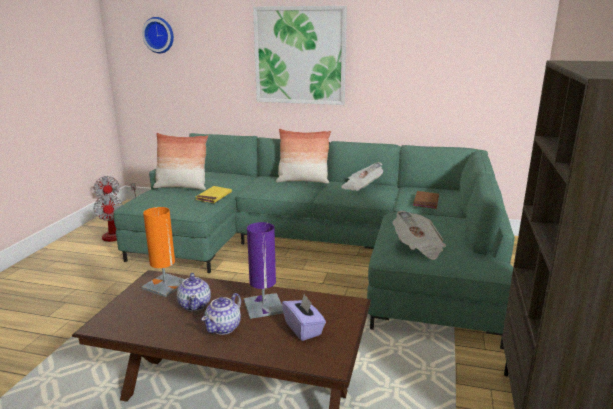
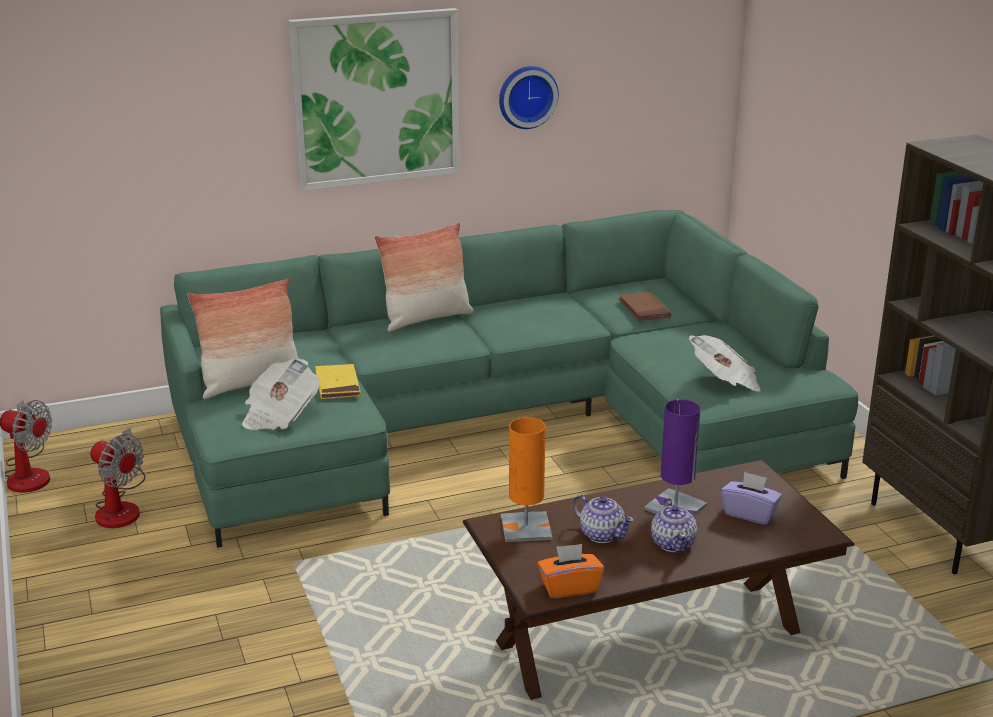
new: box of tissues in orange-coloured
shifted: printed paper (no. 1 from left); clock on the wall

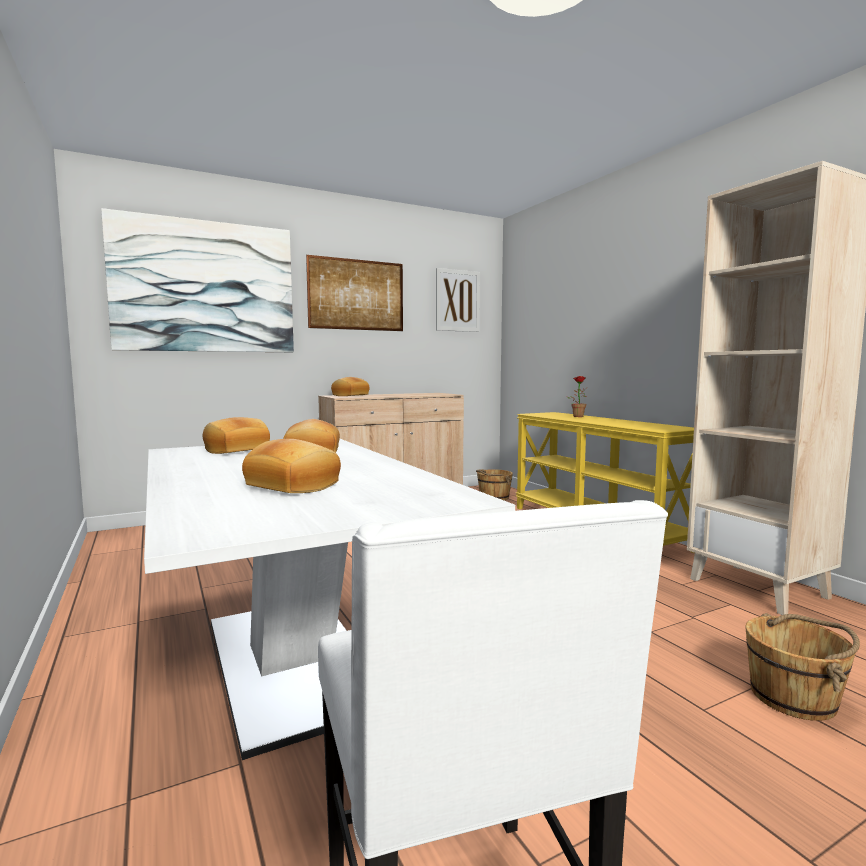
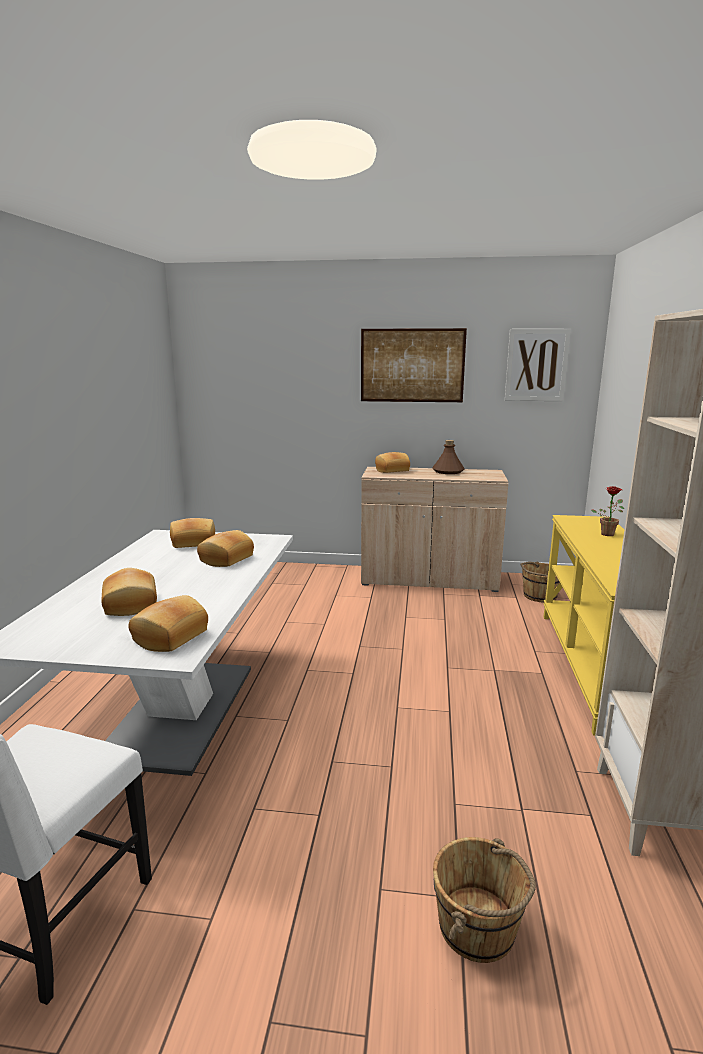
gone: wall art (no. 1 from left)
new: bread (no. 2 from left); beverage bottle in brownish

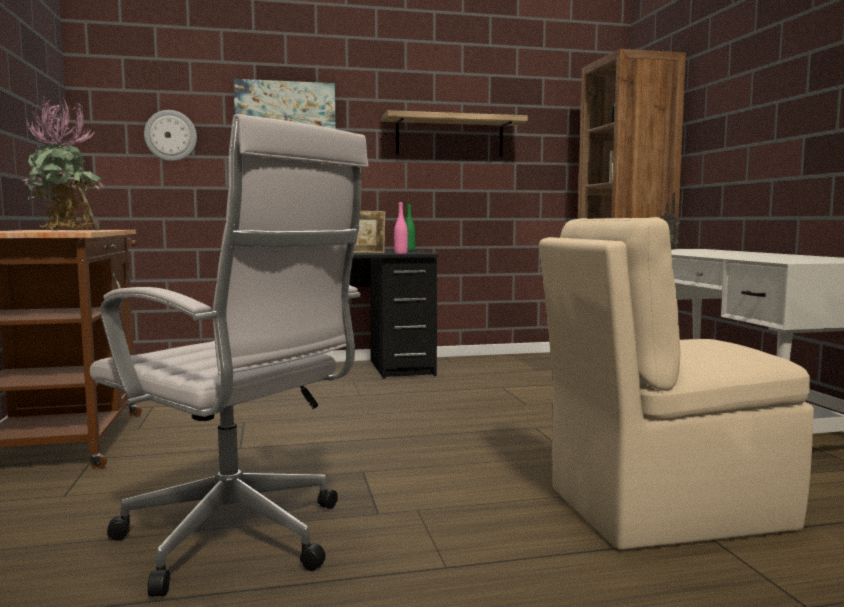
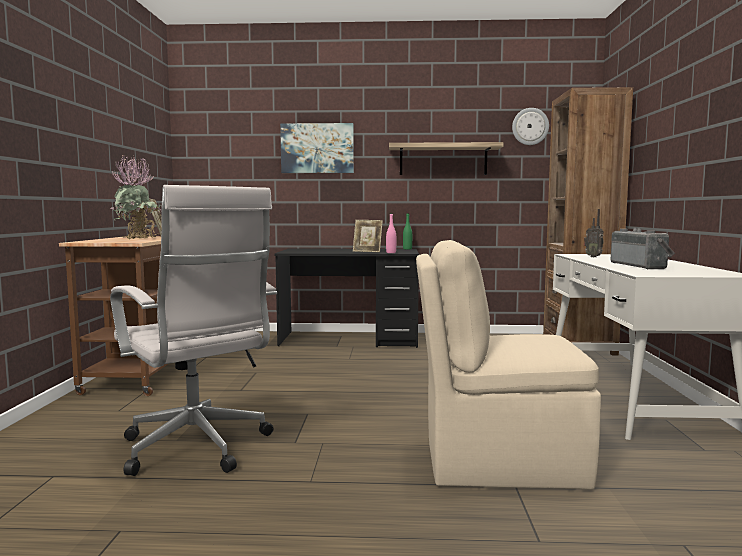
new: radio (no. 2 from left)
shifted: clock on the wall

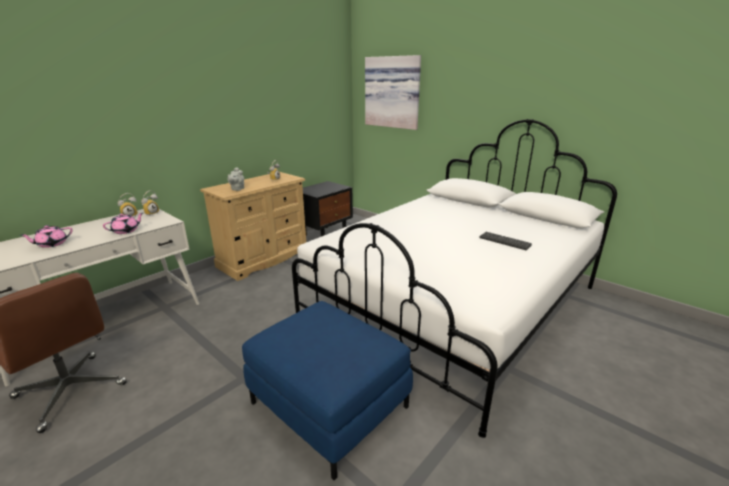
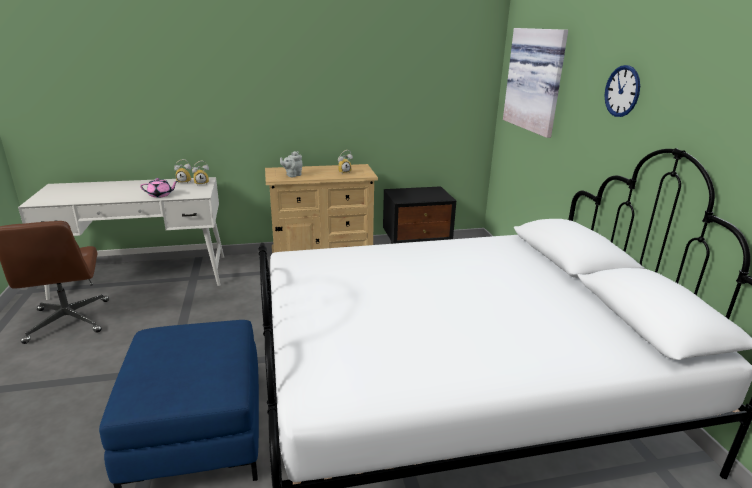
gone: teapot in pink-coloured (no. 1 from left); keyboard
new: clock on the wall

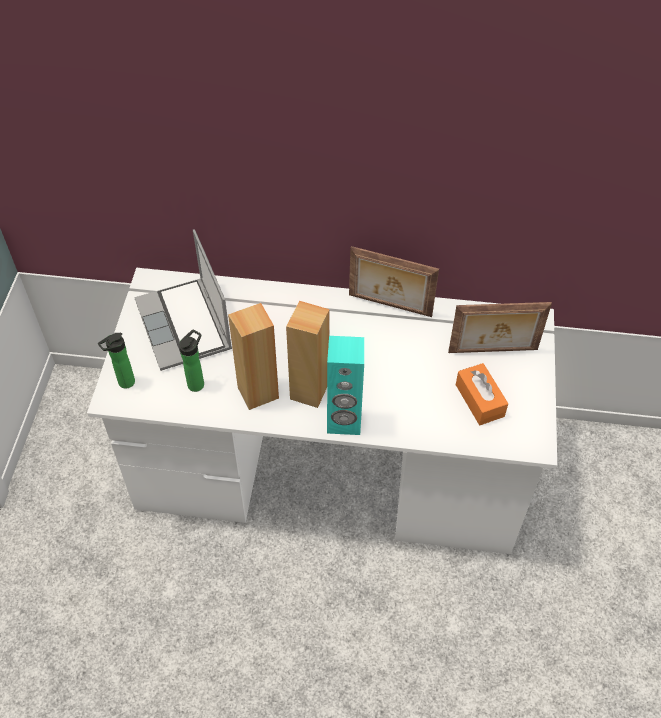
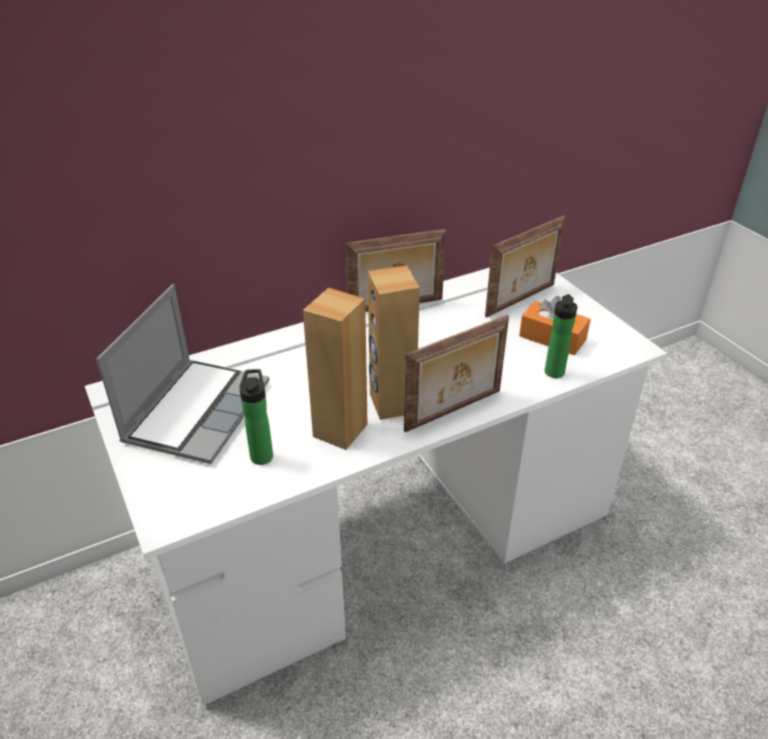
shifted: beverage bottle (no. 1 from left in the first image) to beverage bottle (no. 2 from left)
swapped: audio speaker in turquoise to standing frame (no. 2 from left)
rotated: notebook computer 105 degrees counterclockwise

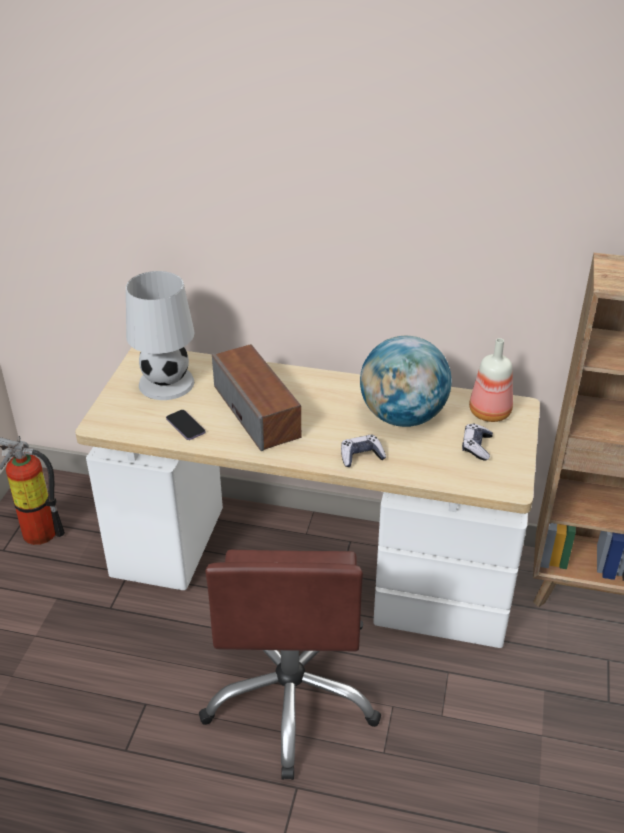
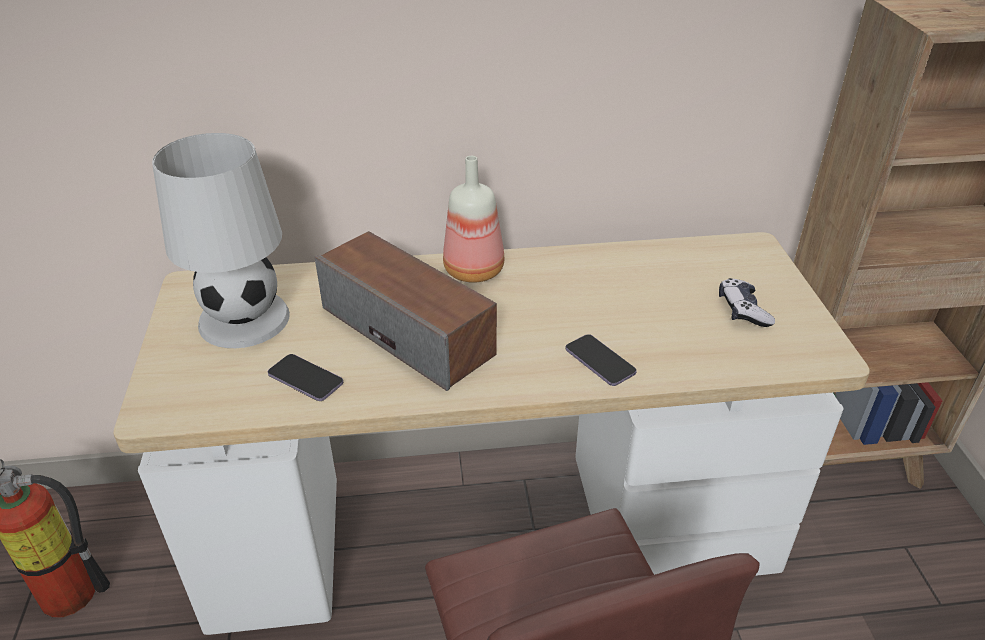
gone: world globe
shifted: beverage bottle
swapped: game controller (no. 1 from left) to phone (no. 2 from left)

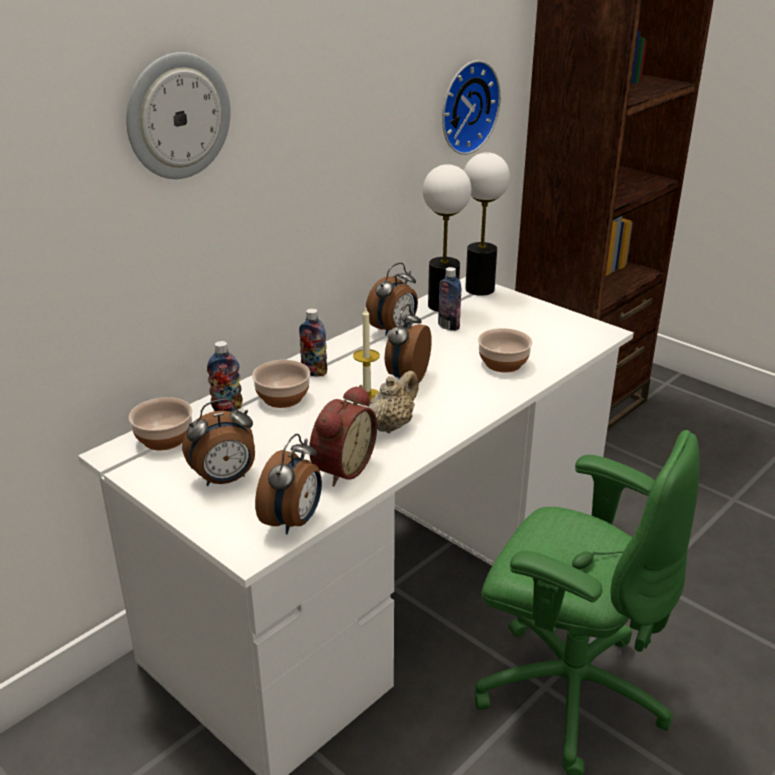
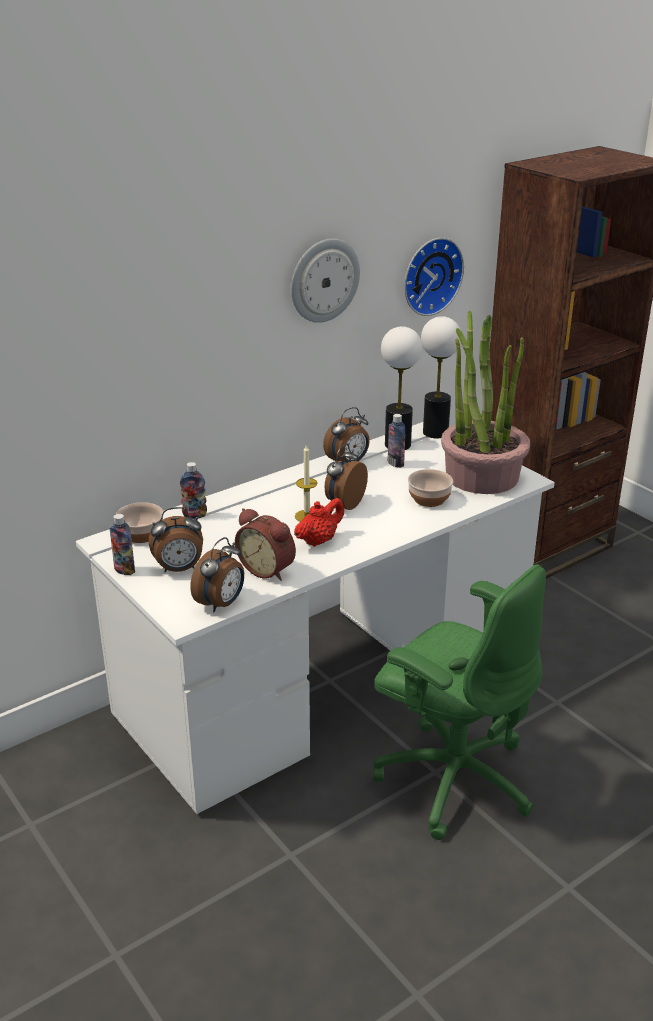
gone: serving bowl (no. 2 from left)
new: potted plant
shifted: beverage bottle (no. 2 from left in the first image) to beverage bottle (no. 1 from left); clock on the wall (no. 1 from left)
repainted: teapot in beige-coloured to teapot in reddish
rotated: bedside clock (no. 3 from left) 90 degrees clockwise

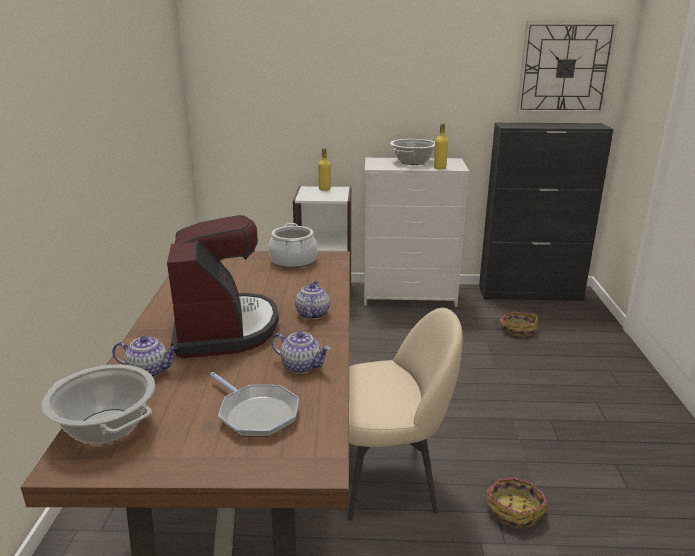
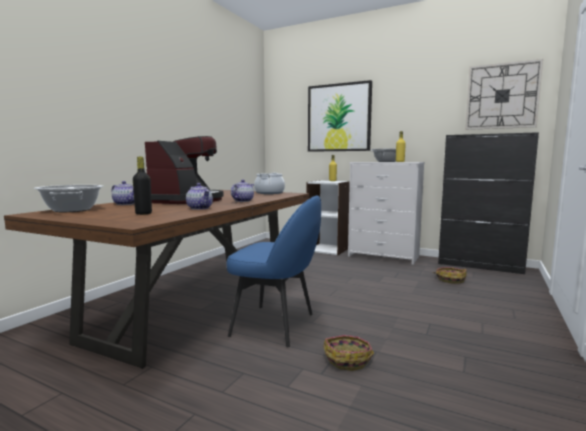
new: wall art
swapped: skillet to beverage bottle in blackish
repainted: upright chair in beige-coloured to upright chair in bluish

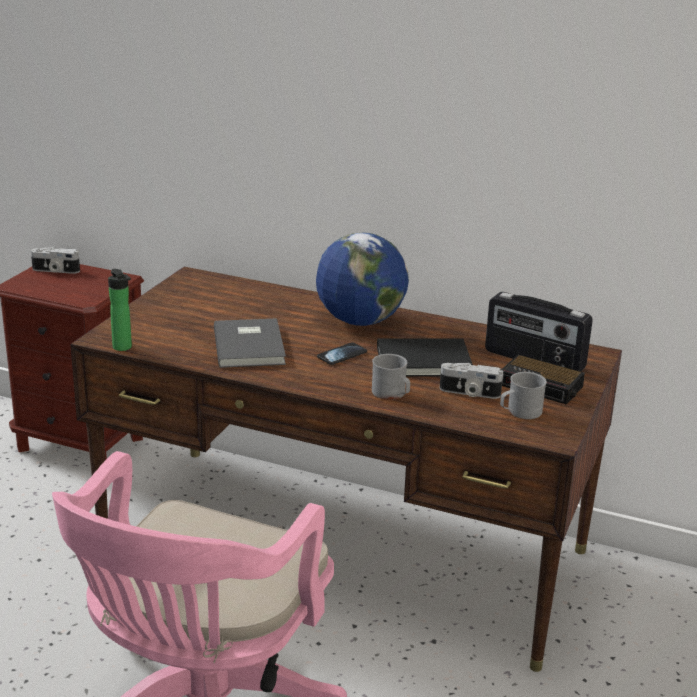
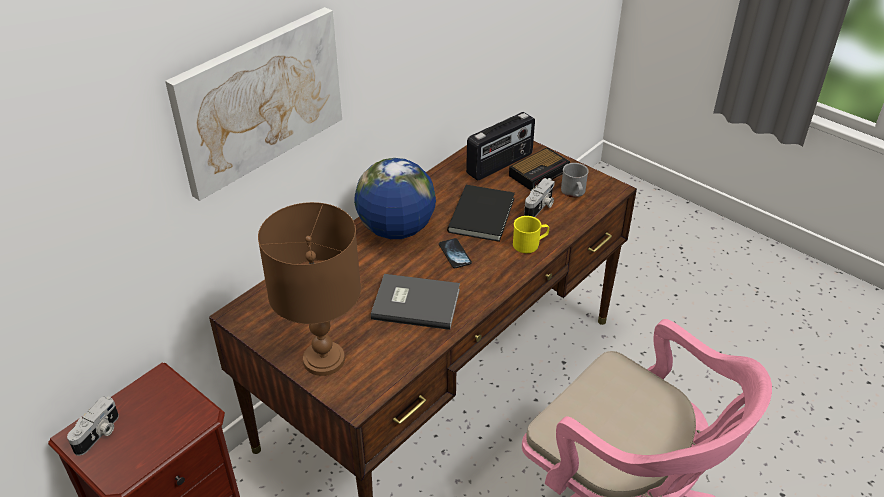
gone: beverage bottle
new: wall art; table lamp in brownish
repainted: mug in grey (no. 1 from left) to mug in yellow-coloured

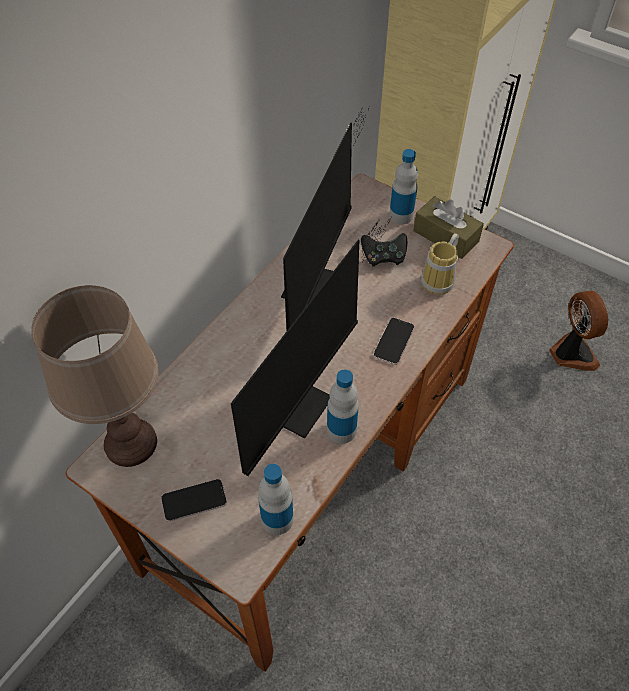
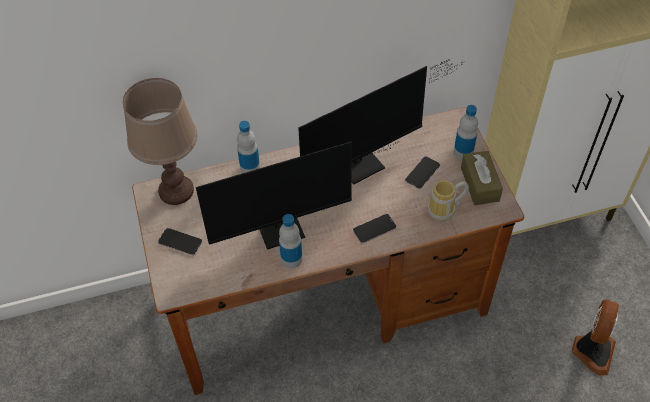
shifted: beverage bottle (no. 1 from left)
swapped: game controller in blackish to phone (no. 3 from left)

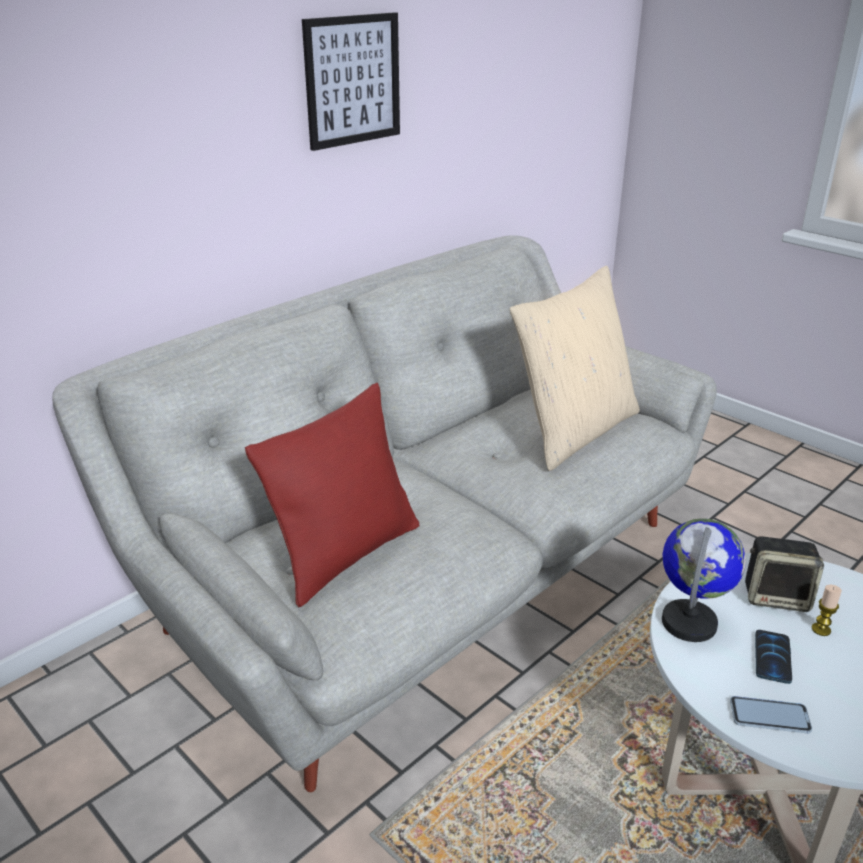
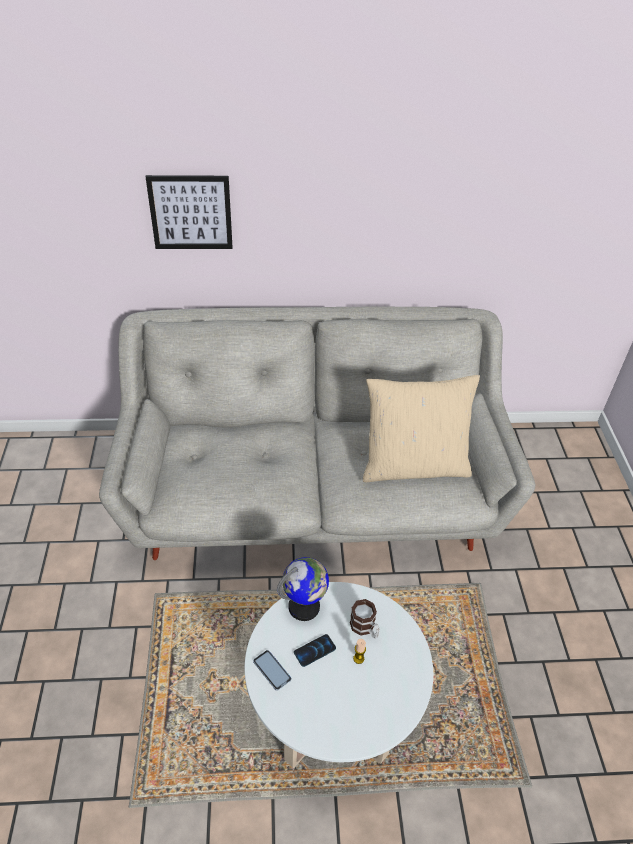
gone: cushion in reddish
shifted: wall art
swapped: audio speaker to mug

